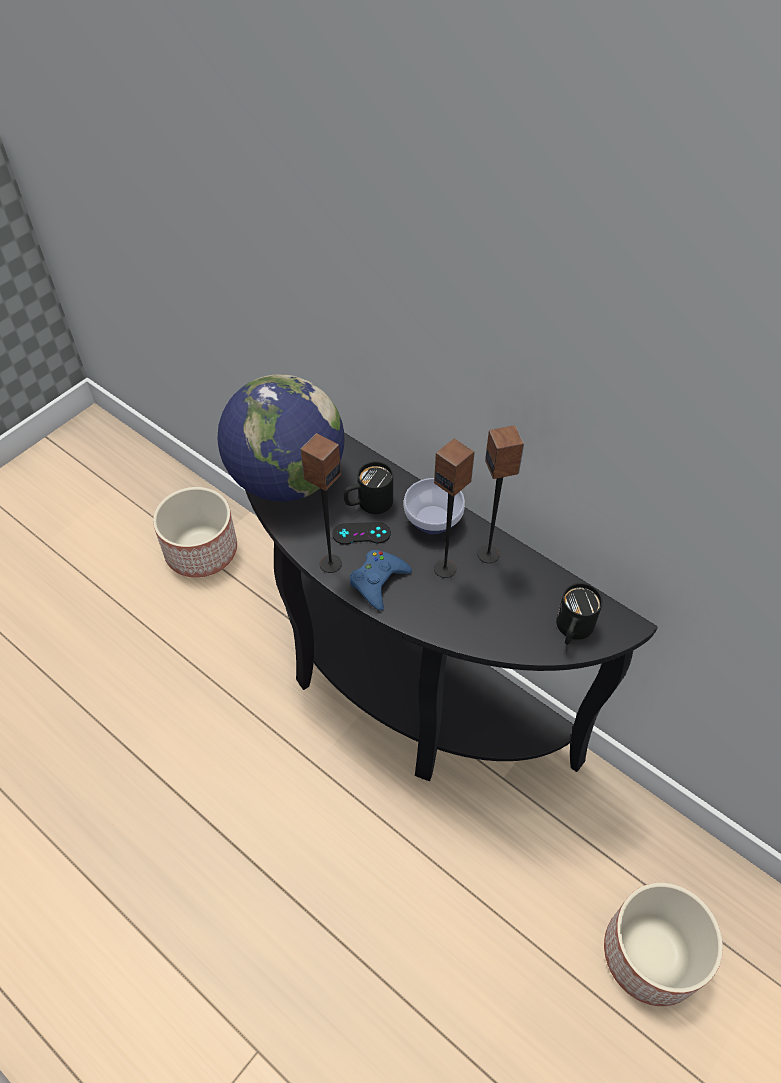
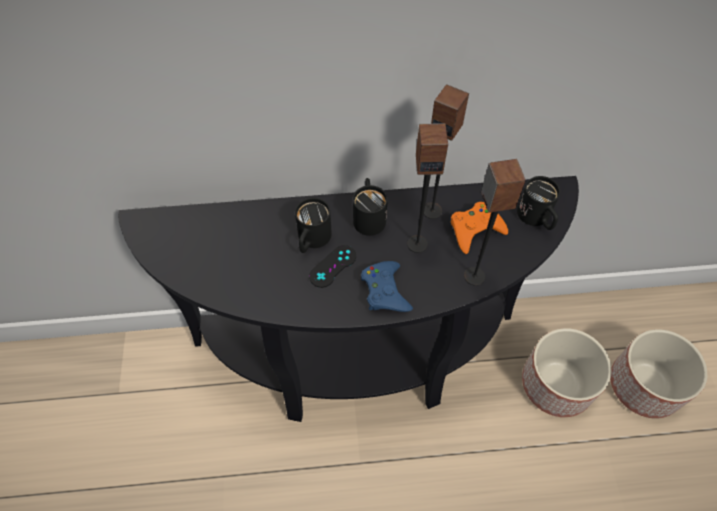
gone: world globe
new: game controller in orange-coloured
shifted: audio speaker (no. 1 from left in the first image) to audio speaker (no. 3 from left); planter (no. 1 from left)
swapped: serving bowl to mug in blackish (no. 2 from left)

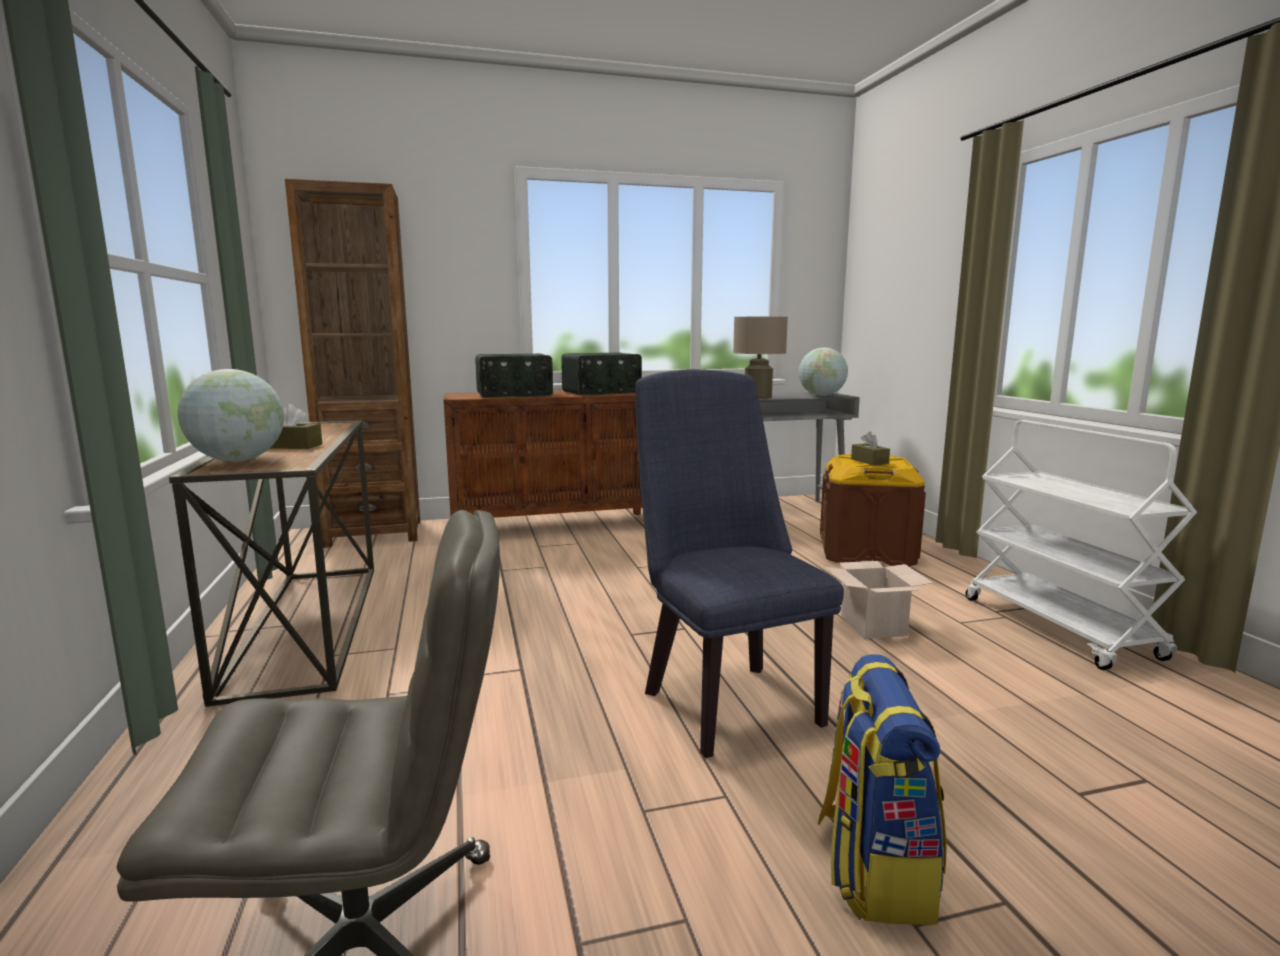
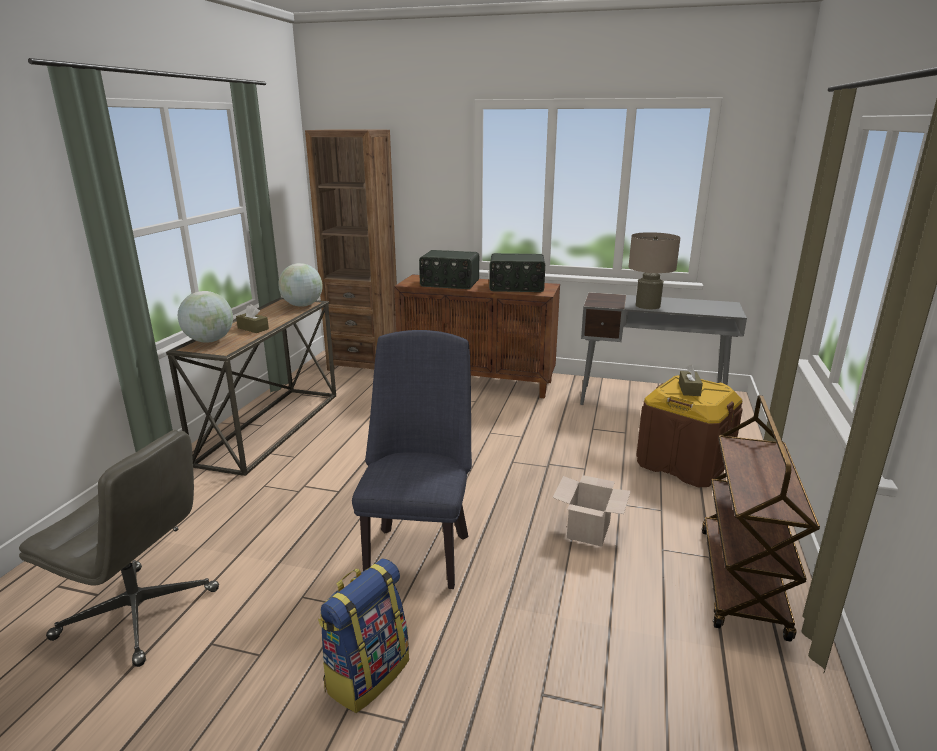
shifted: world globe (no. 2 from left)
repainted: cart in white-coloured to cart in brownish

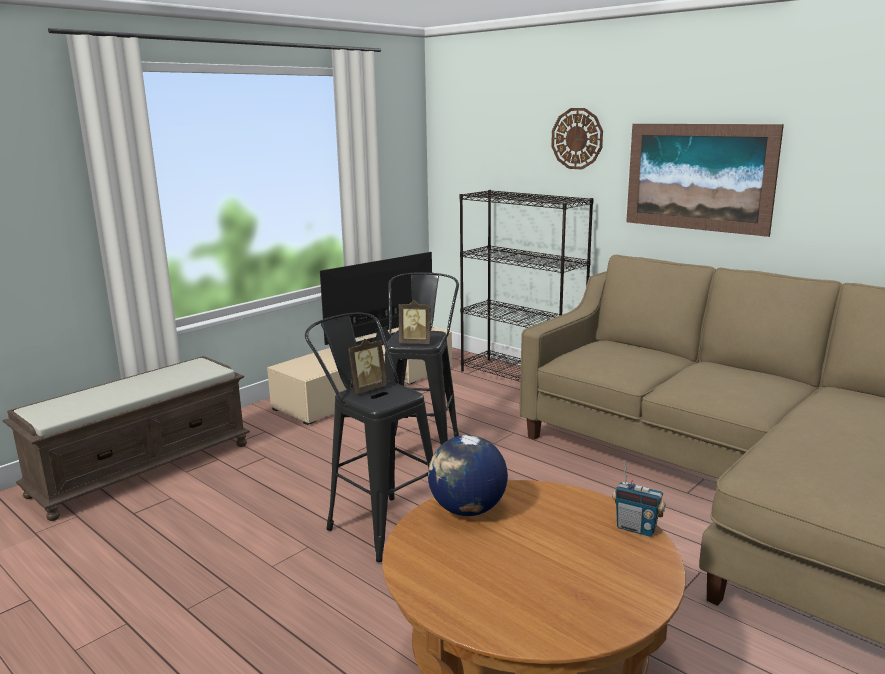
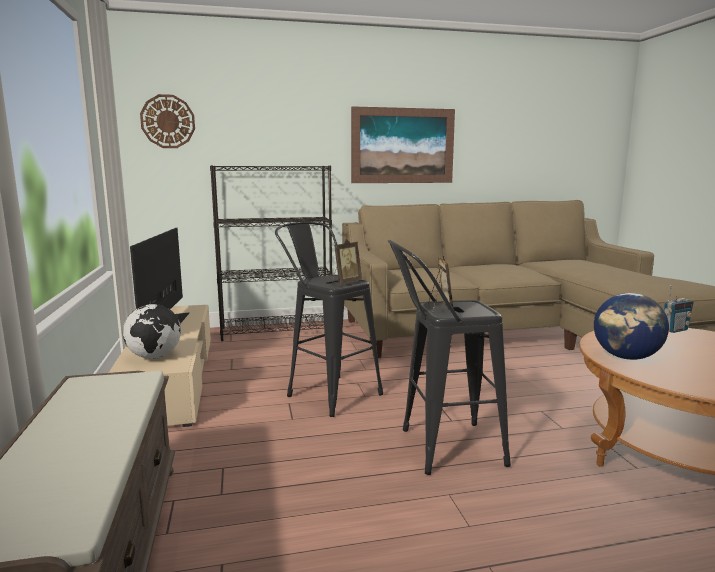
new: world globe (no. 1 from left)
shifted: clock on the wall

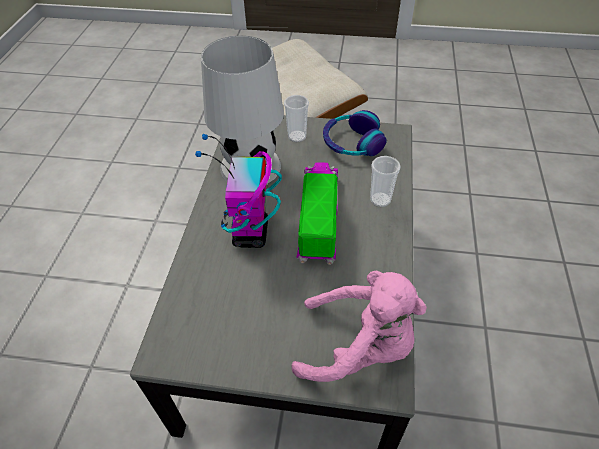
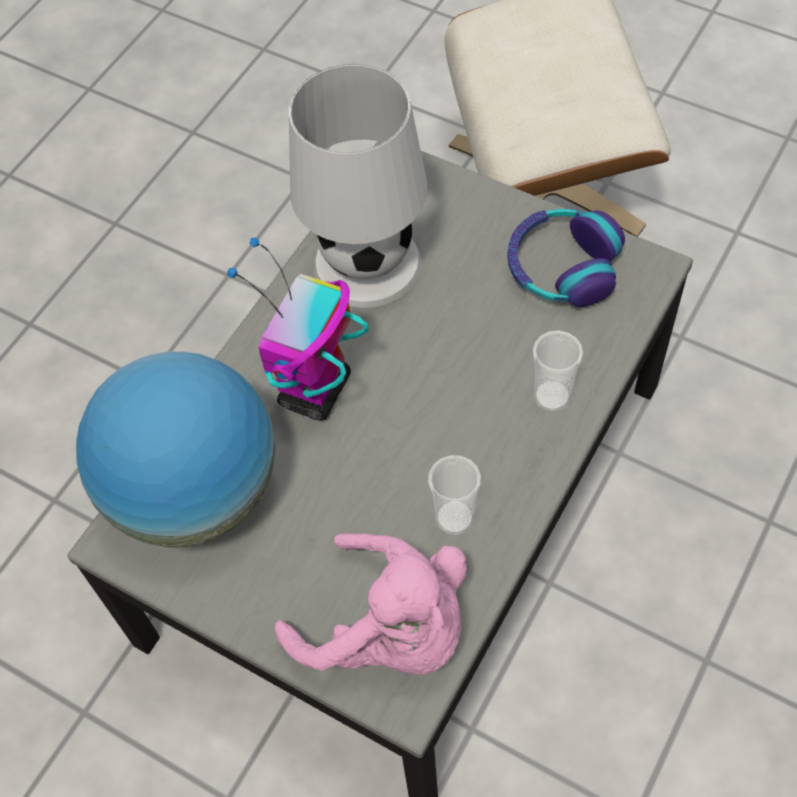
gone: model truck
new: world globe
shifted: small cup (no. 1 from left)

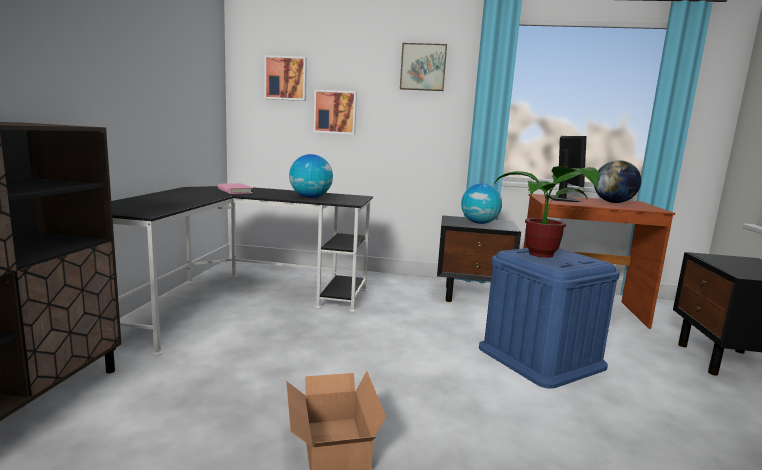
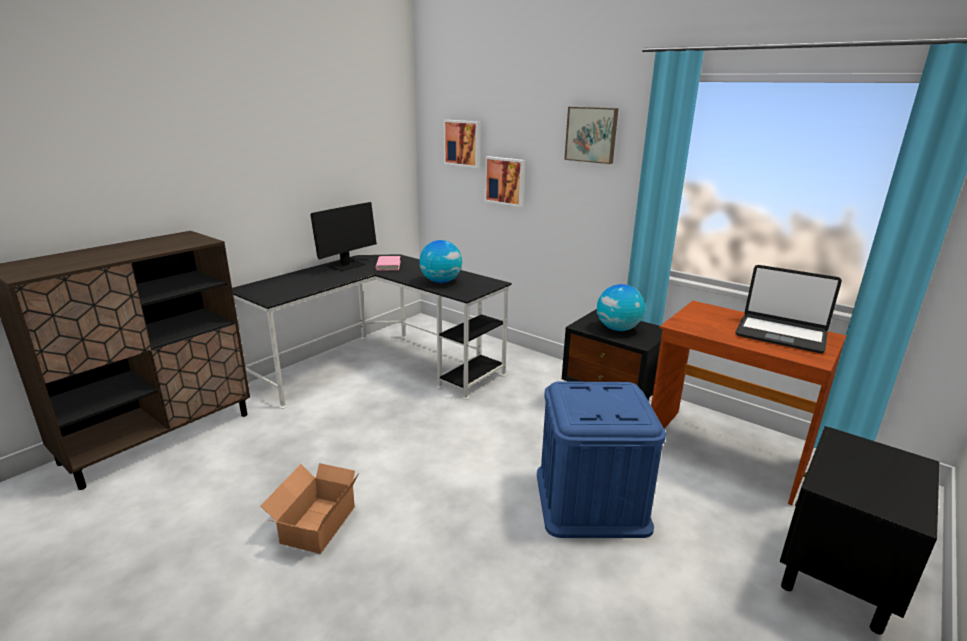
gone: potted plant
shifted: computer screen
swapped: world globe (no. 3 from left) to notebook computer

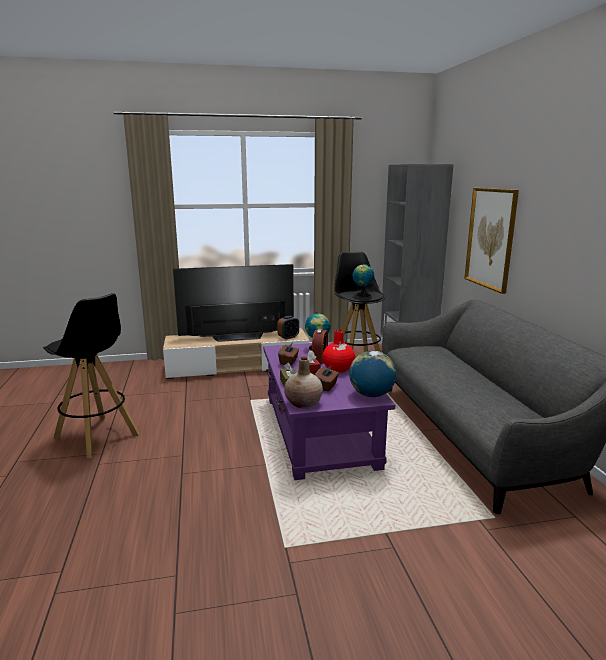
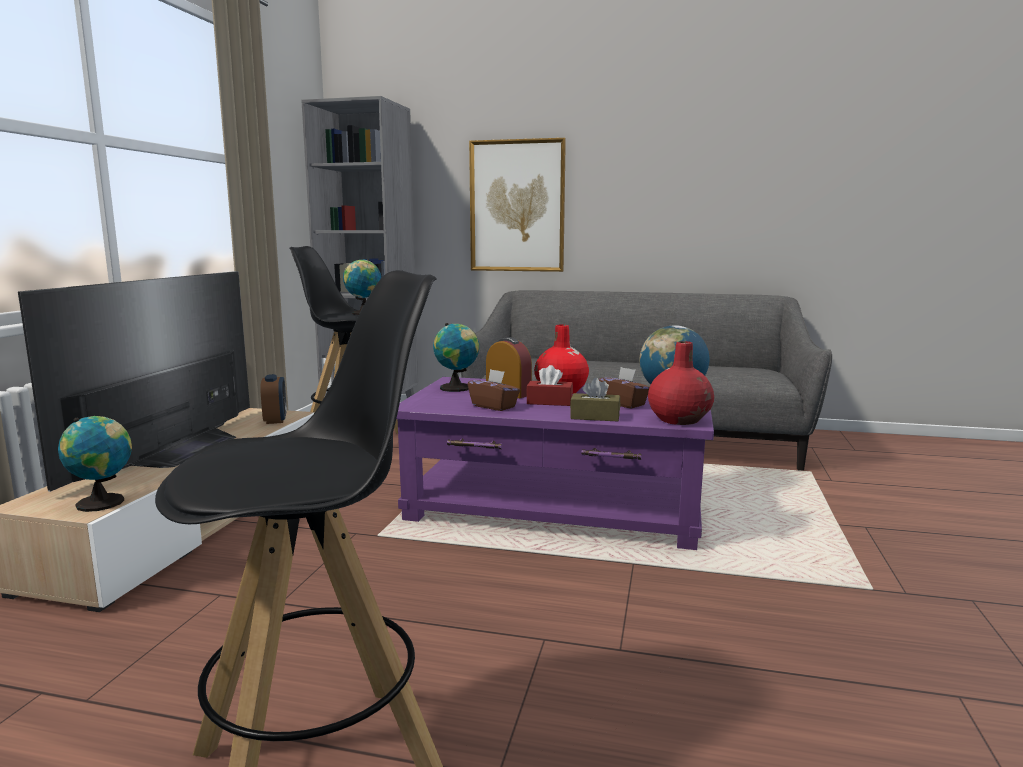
new: world globe (no. 1 from left)
repainted: vase in beige-coloured to vase in reddish (no. 2 from left)

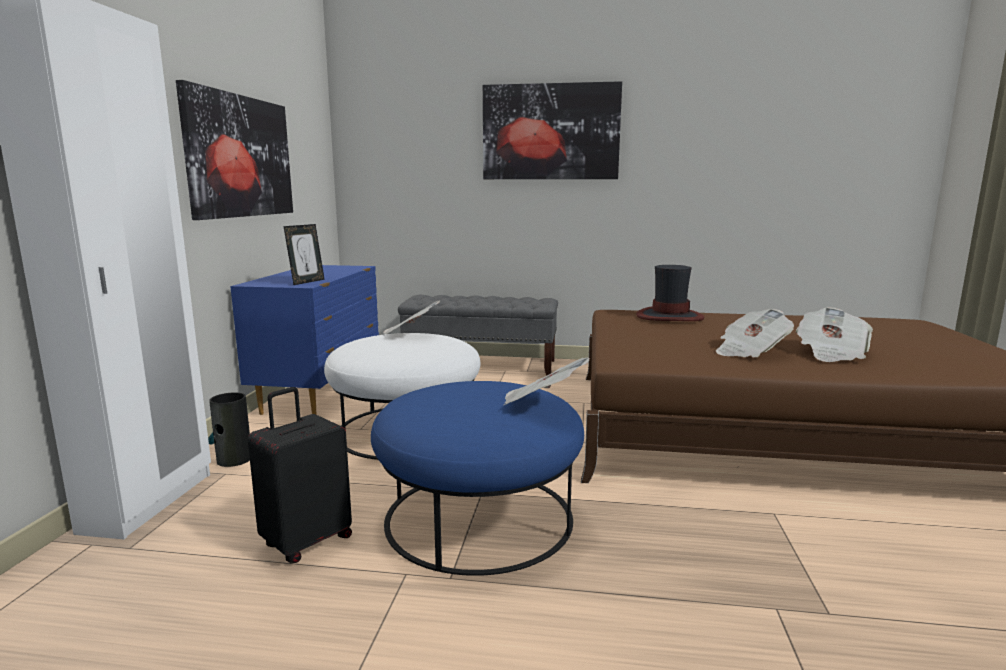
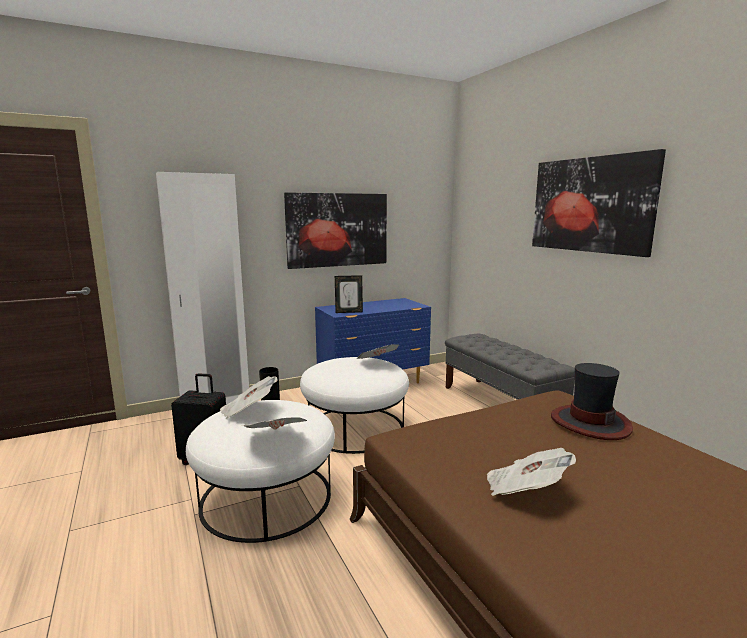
shifted: printed paper (no. 4 from left in the first image) to printed paper (no. 1 from left)
repainted: footrest in bluish to footrest in white-coloured (no. 1 from left)

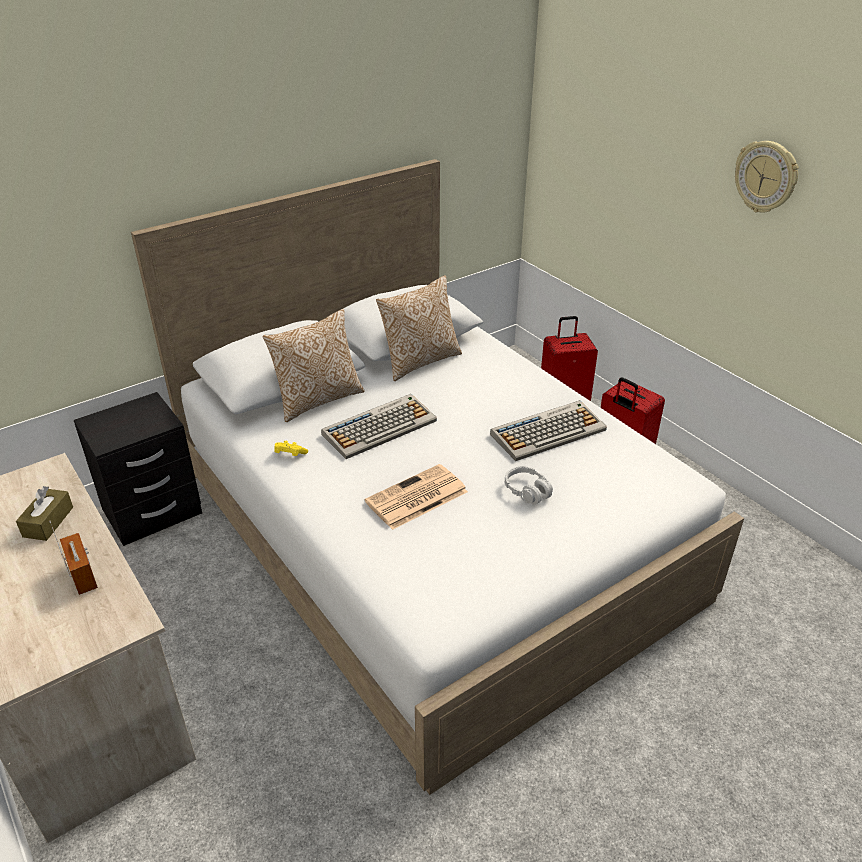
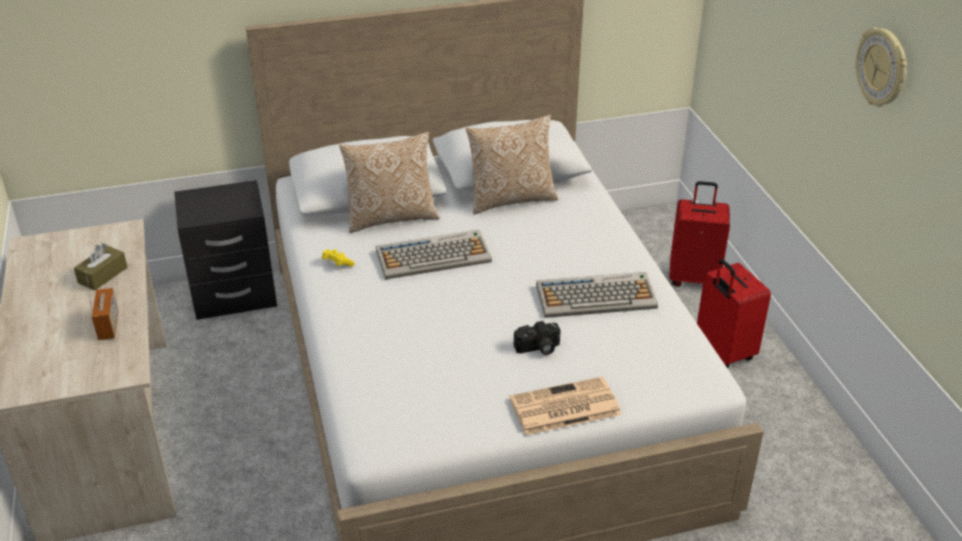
shifted: printed paper
swapped: pair of headphones in grey to still camera

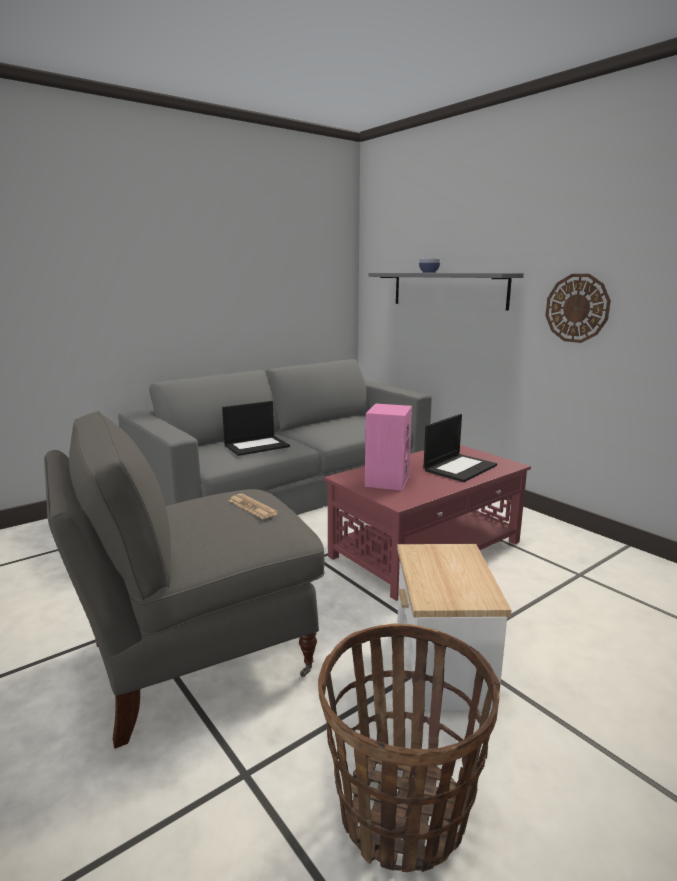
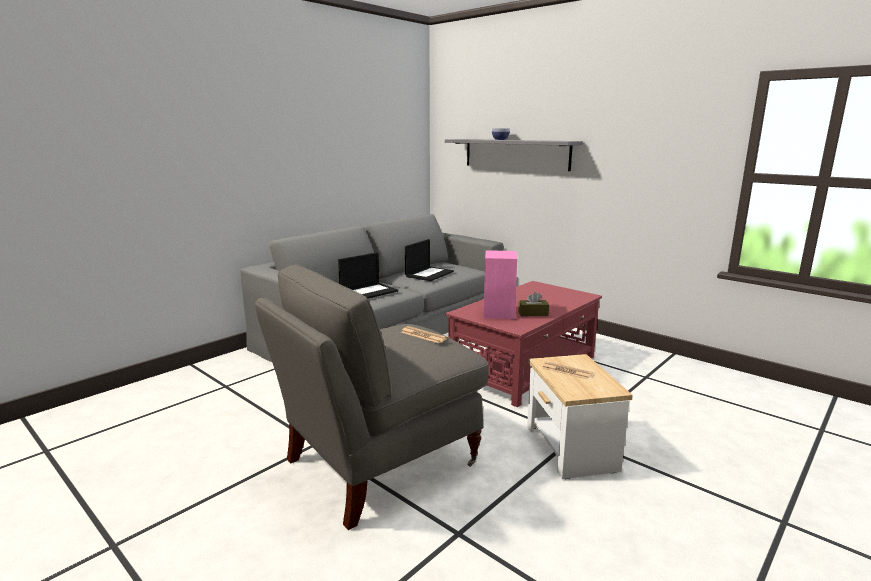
gone: basket; clock on the wall
new: box of tissues in brownish; printed paper (no. 2 from left)
shifted: notebook computer (no. 2 from left)

